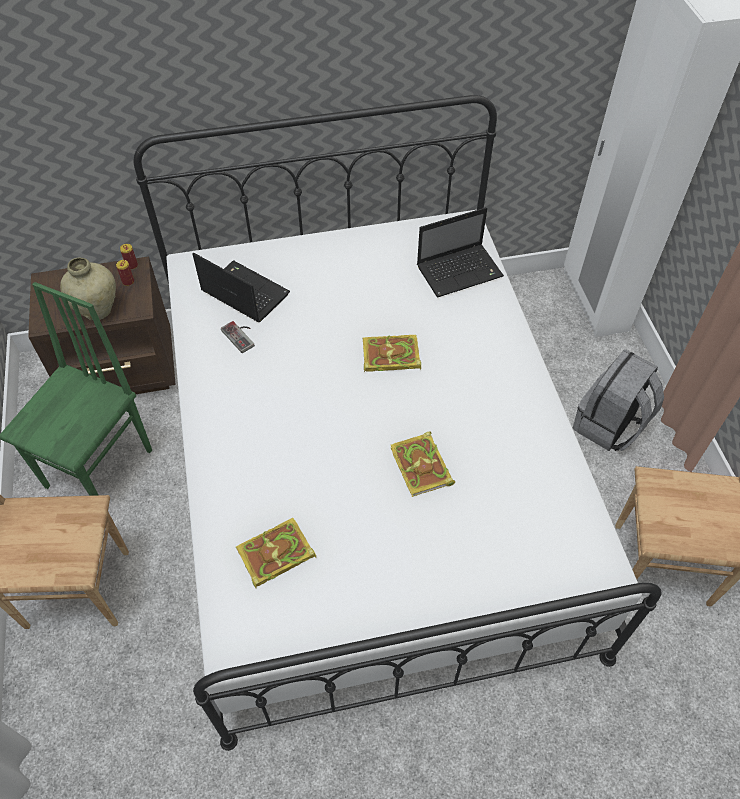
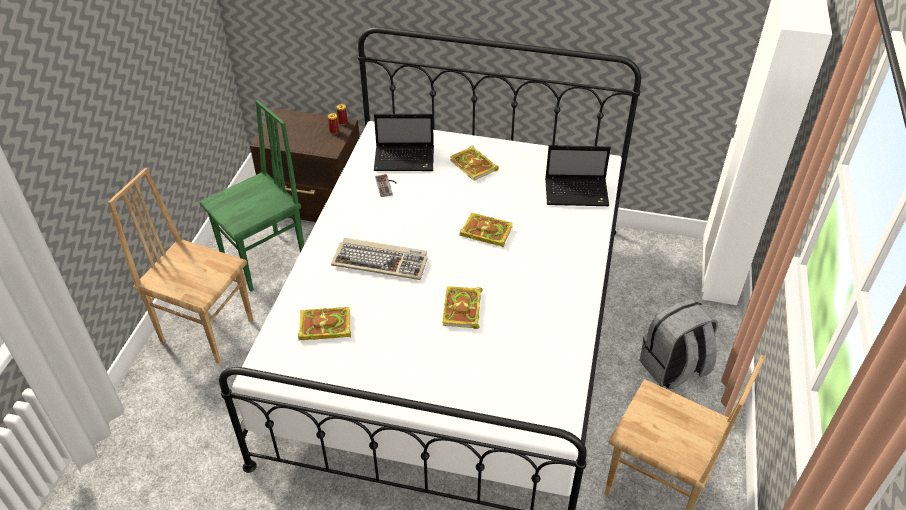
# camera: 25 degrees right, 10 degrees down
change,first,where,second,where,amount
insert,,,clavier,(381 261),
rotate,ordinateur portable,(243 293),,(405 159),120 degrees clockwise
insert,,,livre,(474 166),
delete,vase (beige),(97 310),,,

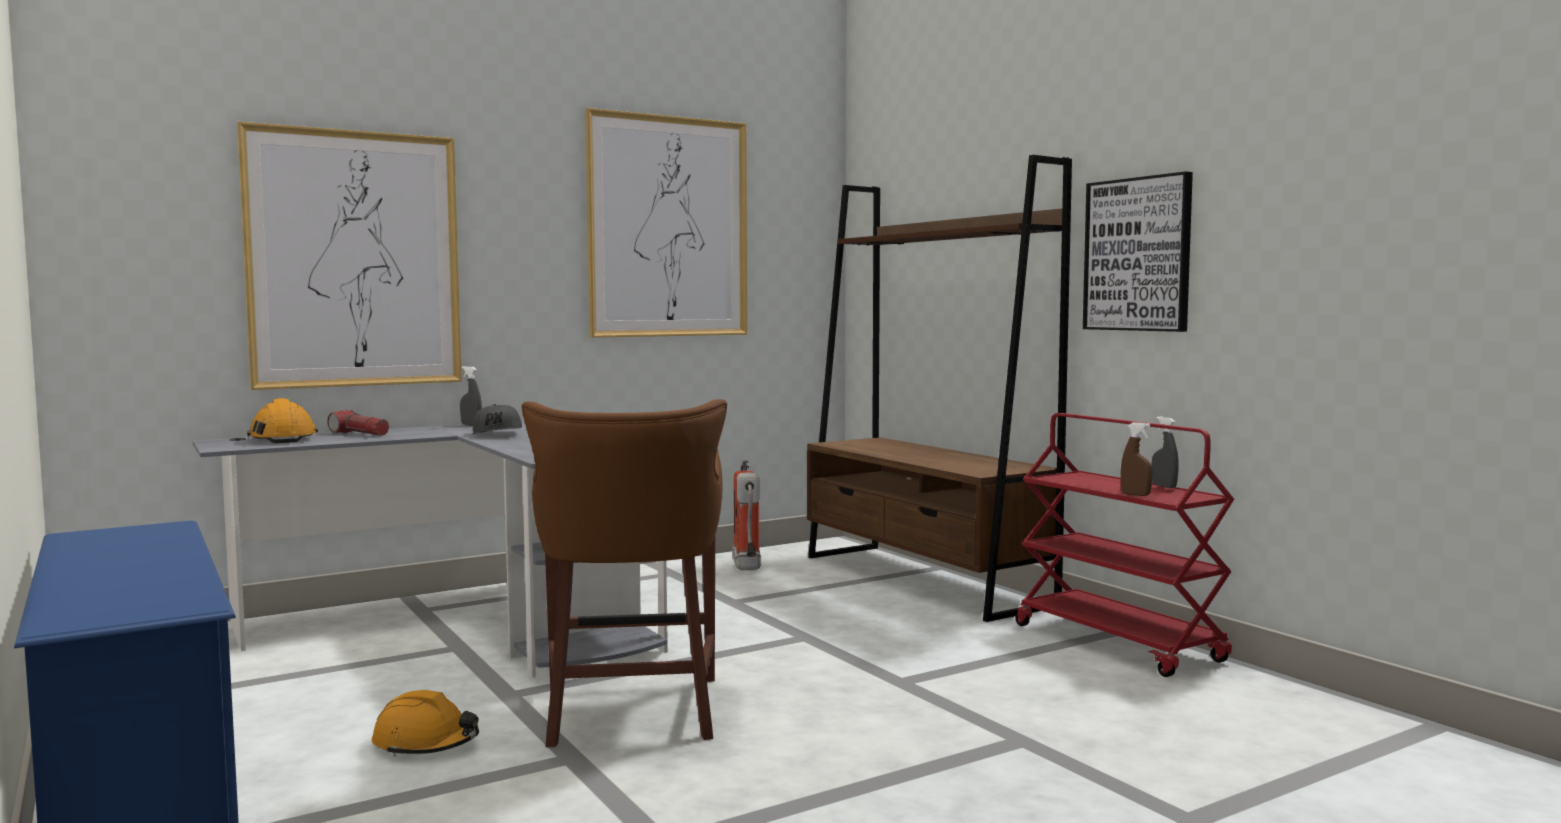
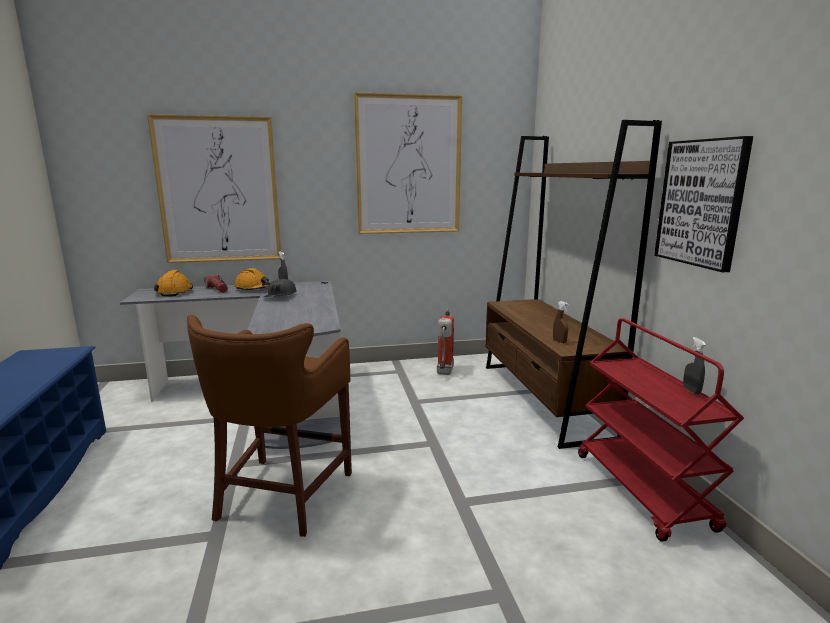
# camera: 20 degrees right, 10 degrees up
change,first,where,second,where,amount
move,casque de chantier (orange),(426 744),,(253 289),
move,vaporisateur (marron),(1135 494),,(559 341),

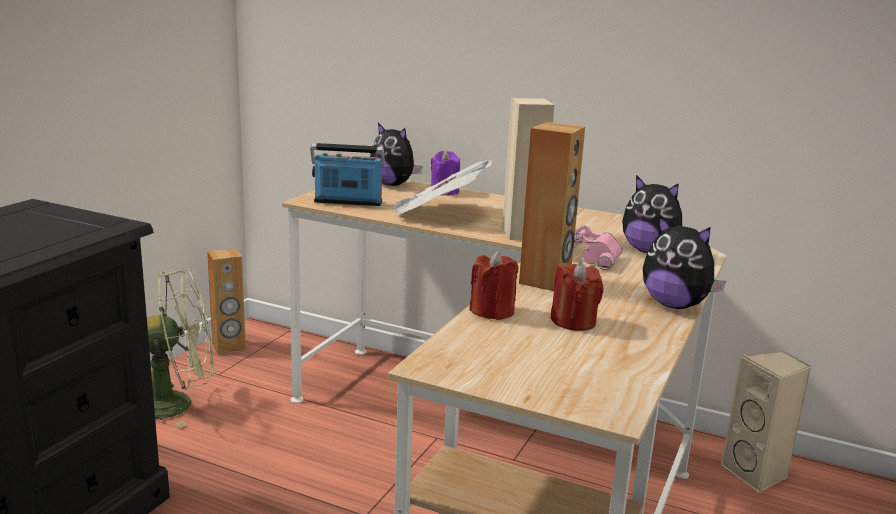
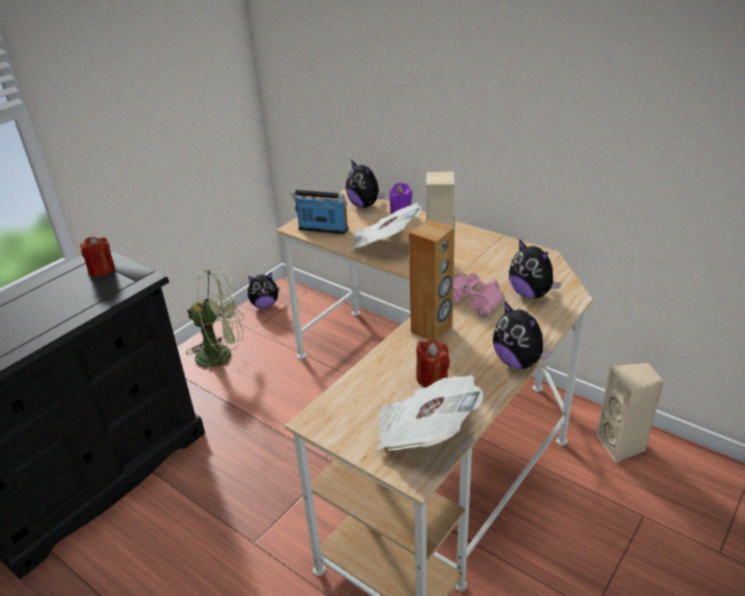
# camera: 15 degrees right, 15 degrees up
change,first,where,second,where,amount
move,bougie (rouge),(492 311),,(101 270),
replace,enceinte (marron),(229 347),peluche,(265 304),
insert,,,journal,(424 433),

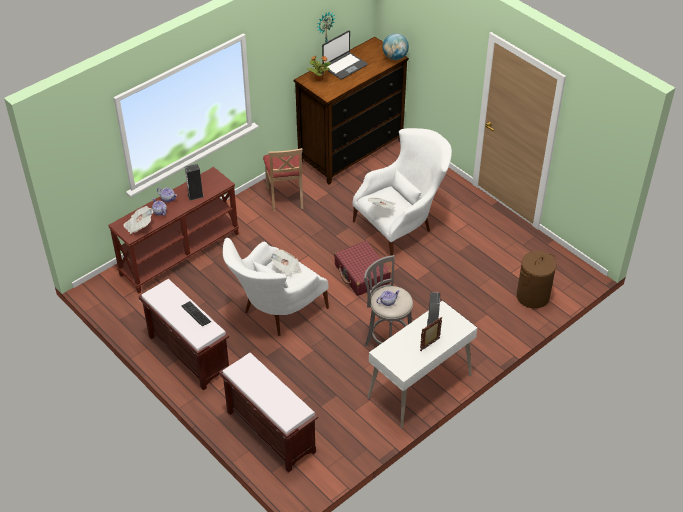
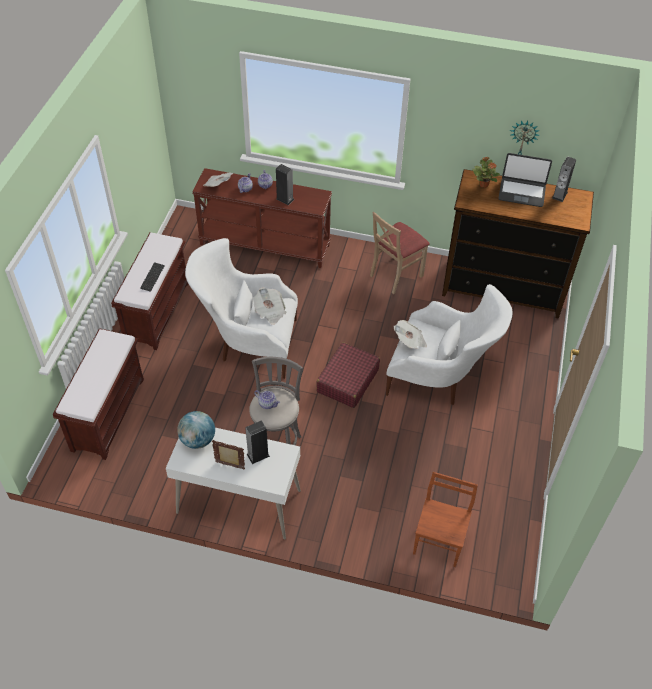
# camera: 55 degrees right, 5 degrees up
change,first,where,second,where,amount
move,globe,(395 57),,(198 440),
replace,panier à linge (marron),(533 296),chaise (marron),(439 543),
insert,,,enceinte,(559 195),

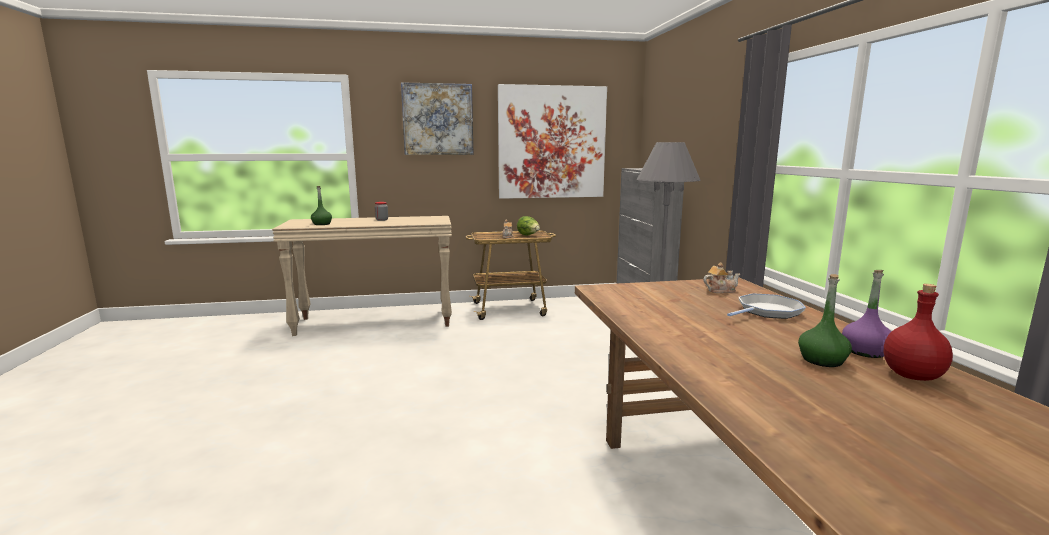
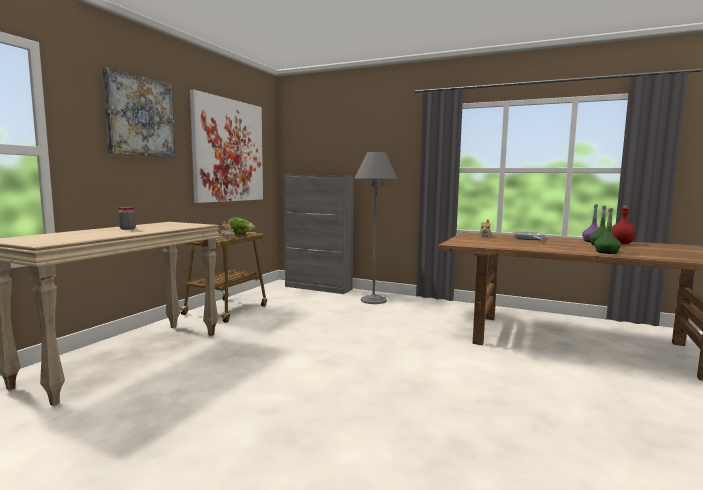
# camera: 55 degrees left, 5 degrees down
change,first,where,second,where,amount
move,bouteille (vert),(322 224),,(606 252),

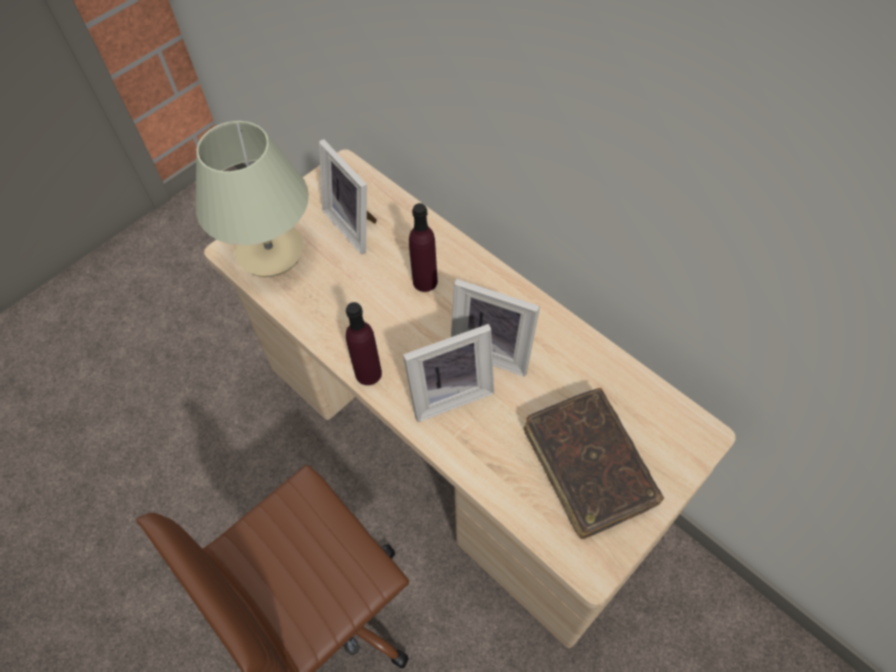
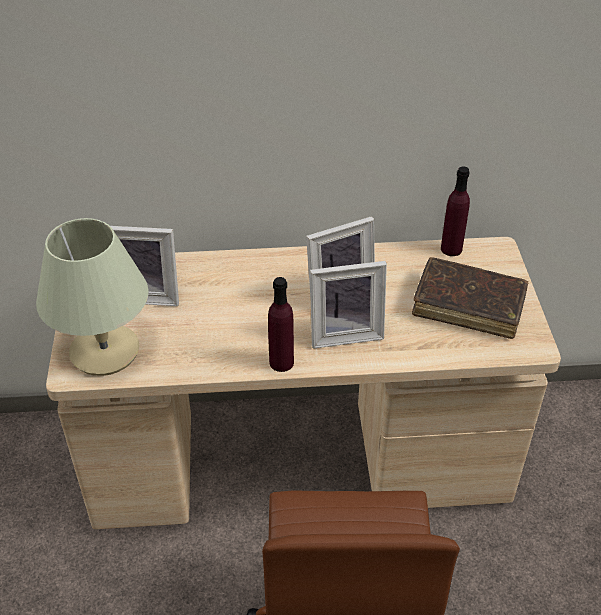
# camera: 50 degrees left, 15 degrees down
change,first,where,second,where,amount
rotate,cadre photo,(449 392),,(345 333),60 degrees clockwise
move,bouteille (violet),(425 281),,(451 249),

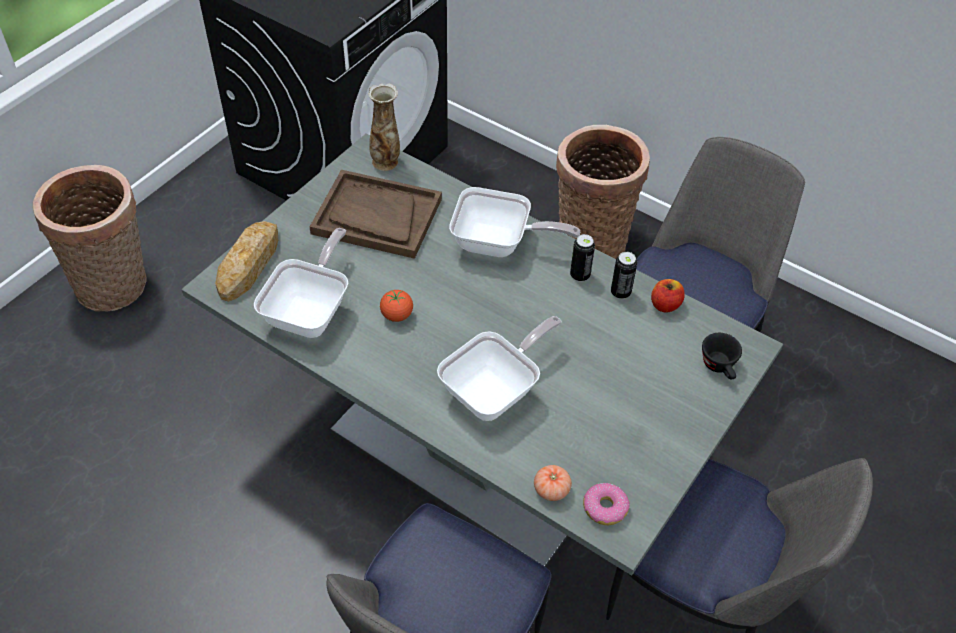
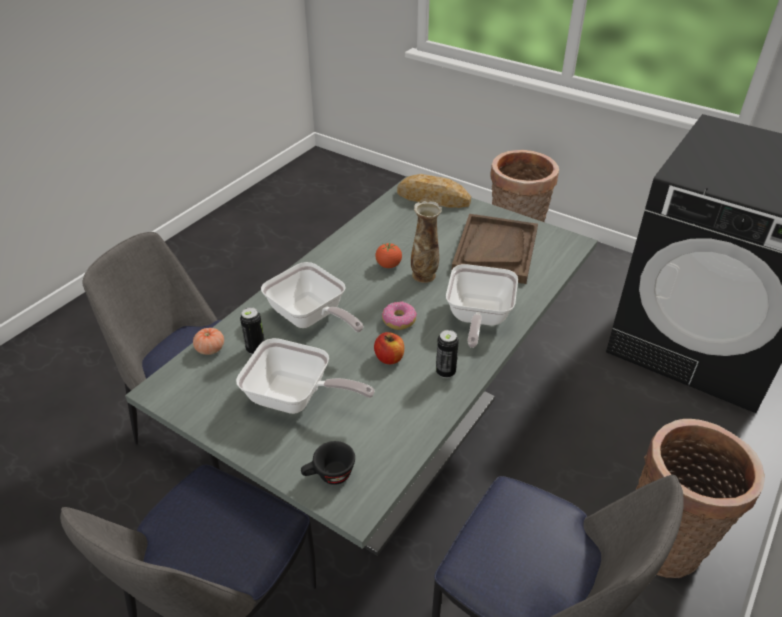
# camera: 90 degrees right, 10 degrees down
change,first,where,second,where,amount
move,poêle,(311 311),,(296 399),
move,boîte métallique,(620 292),,(255 349),
move,pomme,(665 305),,(389 358),
move,beignet,(604 508),,(399 320),
move,vase,(386 161),,(424 275),

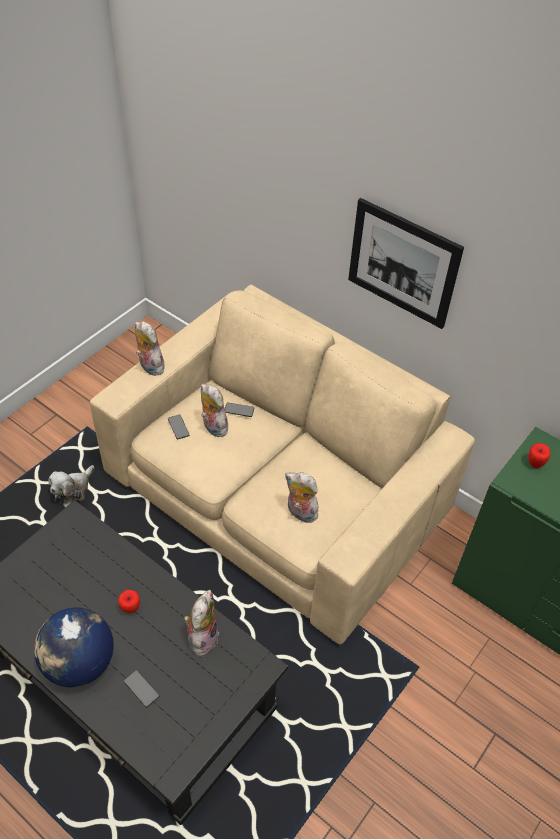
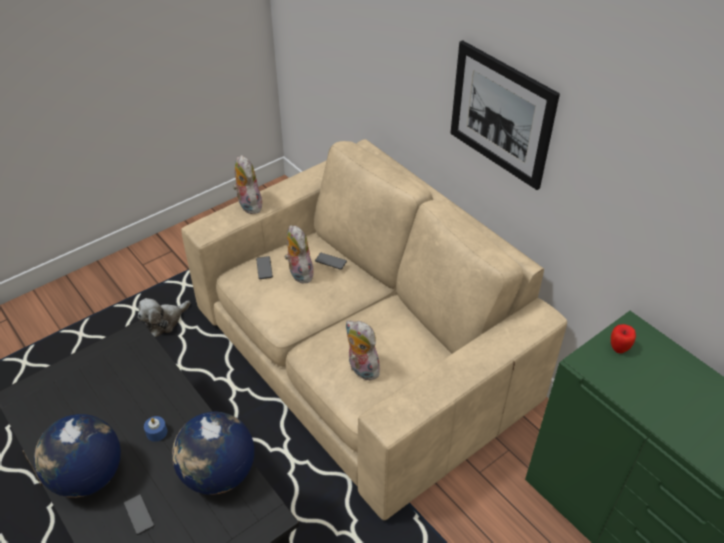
# camera: 15 degrees right, 5 degrees down
change,first,where,second,where,amount
replace,pomme,(131 609),bougie (bleu),(156 432),
replace,peluche,(202 636),globe,(218 474),

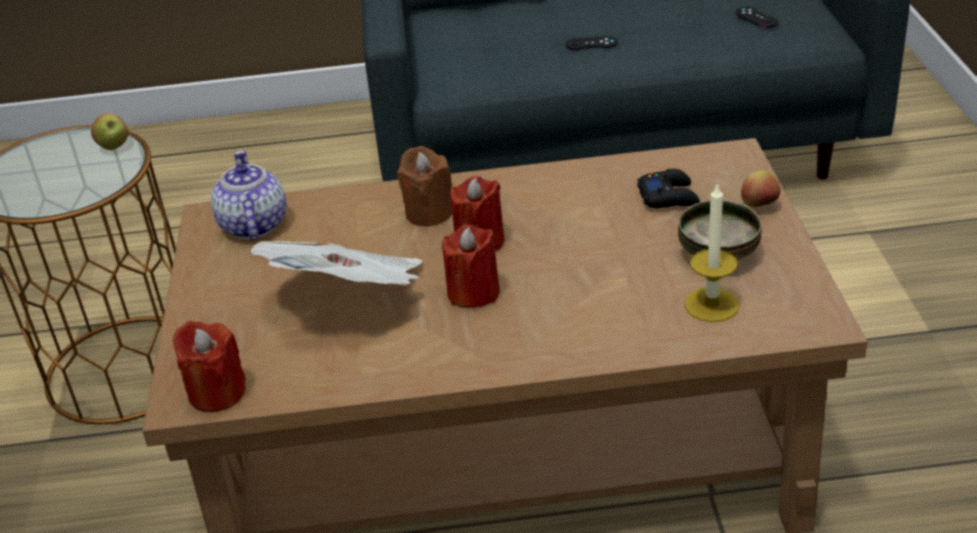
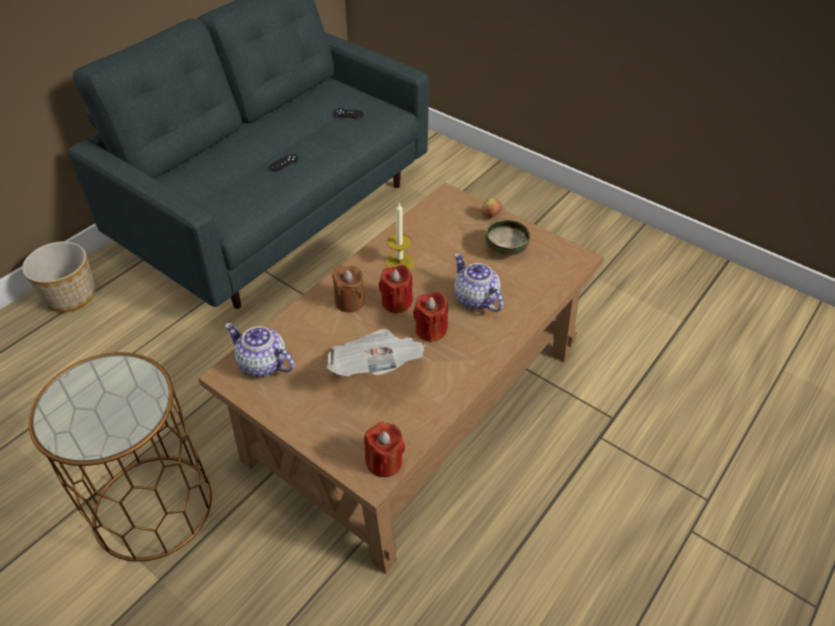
# camera: 50 degrees left, 10 degrees up
change,first,where,second,where,amount
insert,,,cache-pot,(70 295),
move,bougie,(711 305),,(399 262),
insert,,,théière,(475 299),
delete,pomme,(114 147),,,
delete,manette (noir),(668 197),,,

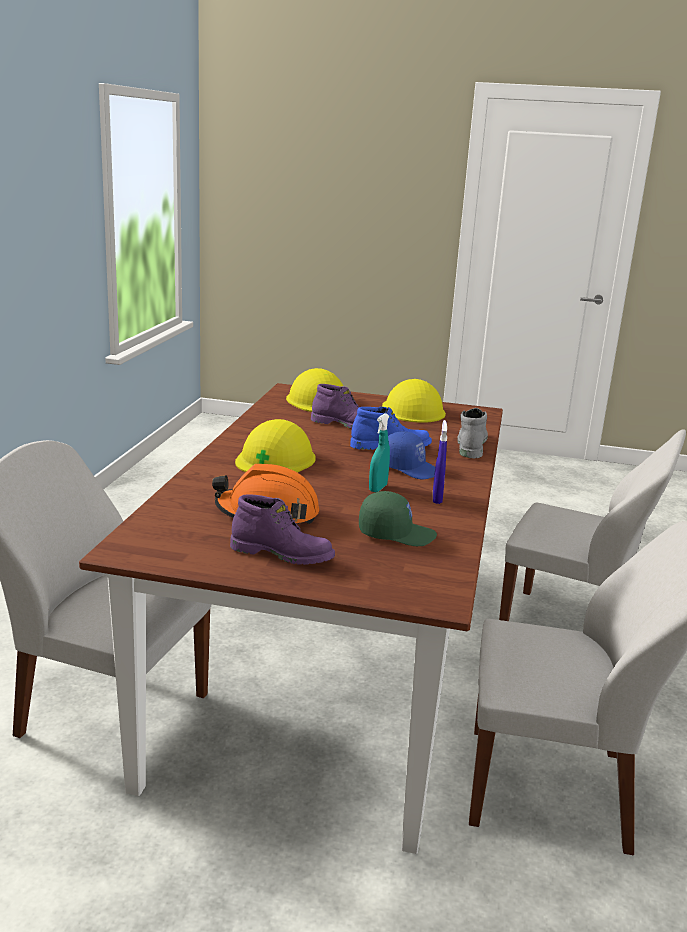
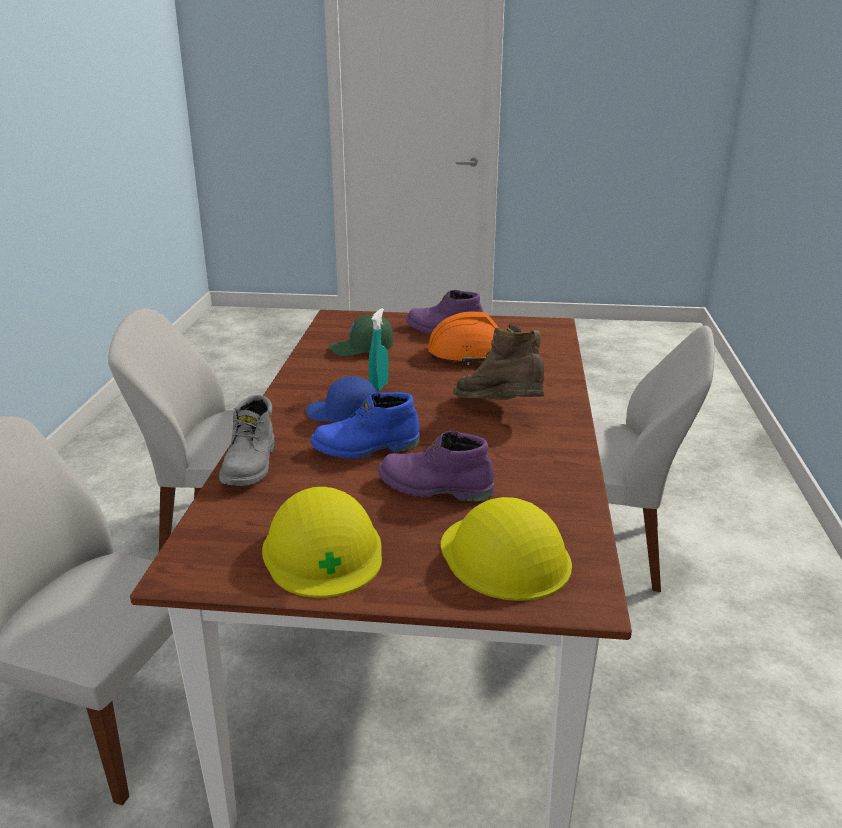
# camera: 175 degrees right, 5 degrees up
change,first,where,second,where,amount
replace,casque de chantier (jaune),(275 459),botte (marron),(499 411),
delete,vaporisateur (bleu),(437 498),,,

